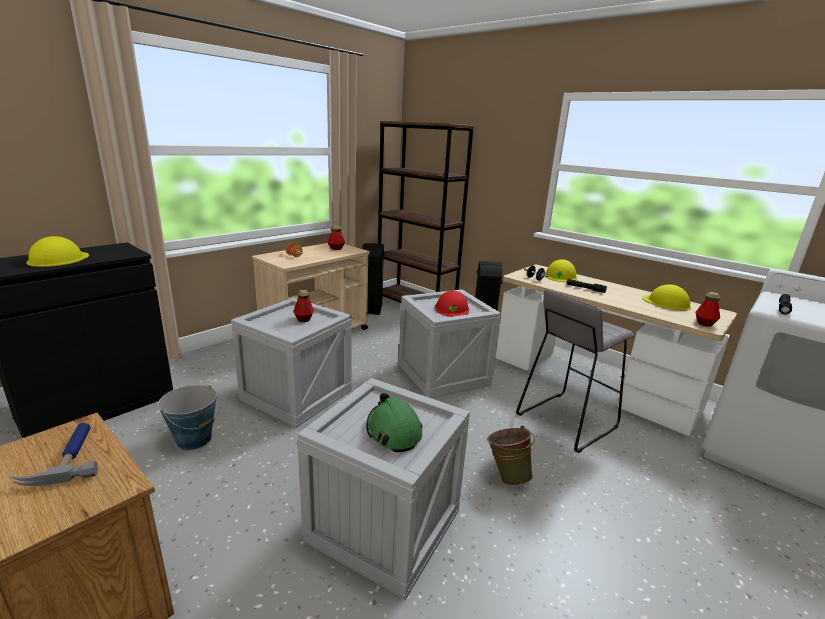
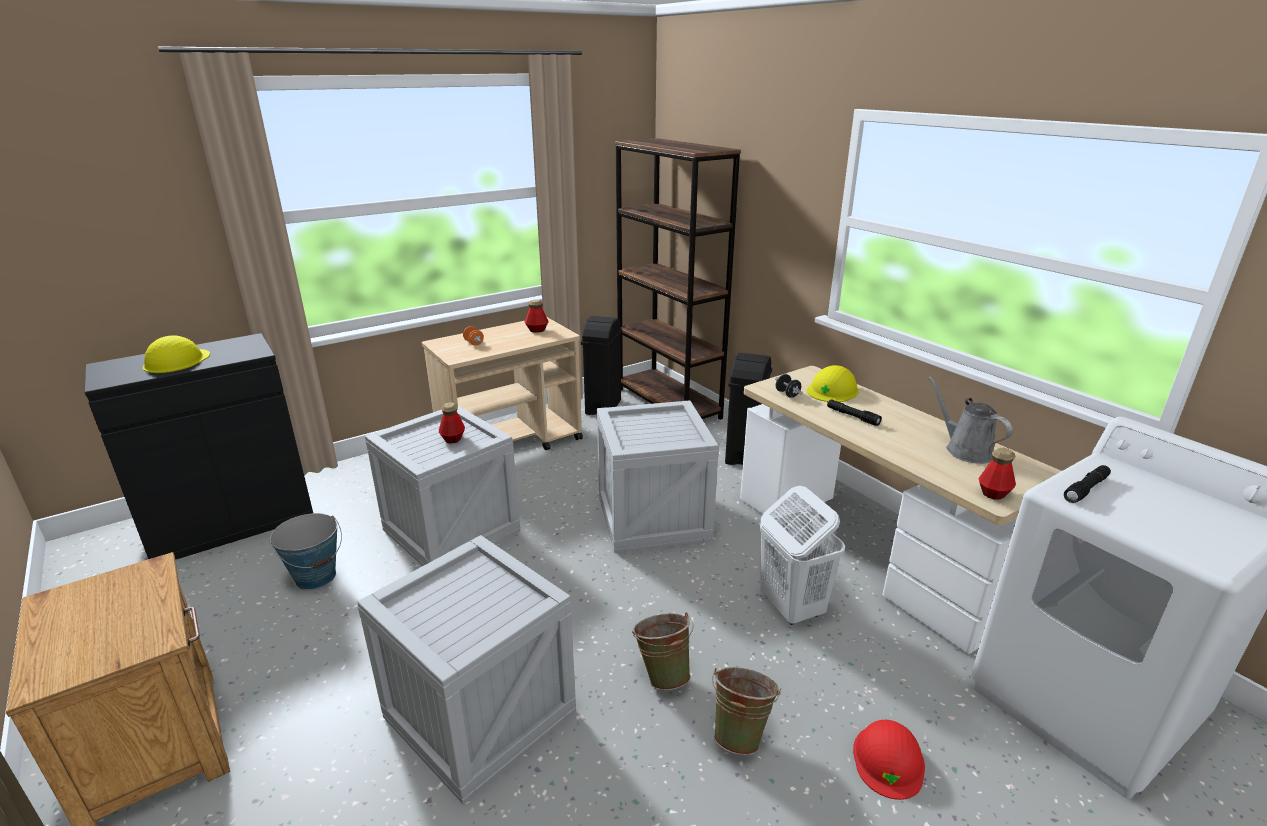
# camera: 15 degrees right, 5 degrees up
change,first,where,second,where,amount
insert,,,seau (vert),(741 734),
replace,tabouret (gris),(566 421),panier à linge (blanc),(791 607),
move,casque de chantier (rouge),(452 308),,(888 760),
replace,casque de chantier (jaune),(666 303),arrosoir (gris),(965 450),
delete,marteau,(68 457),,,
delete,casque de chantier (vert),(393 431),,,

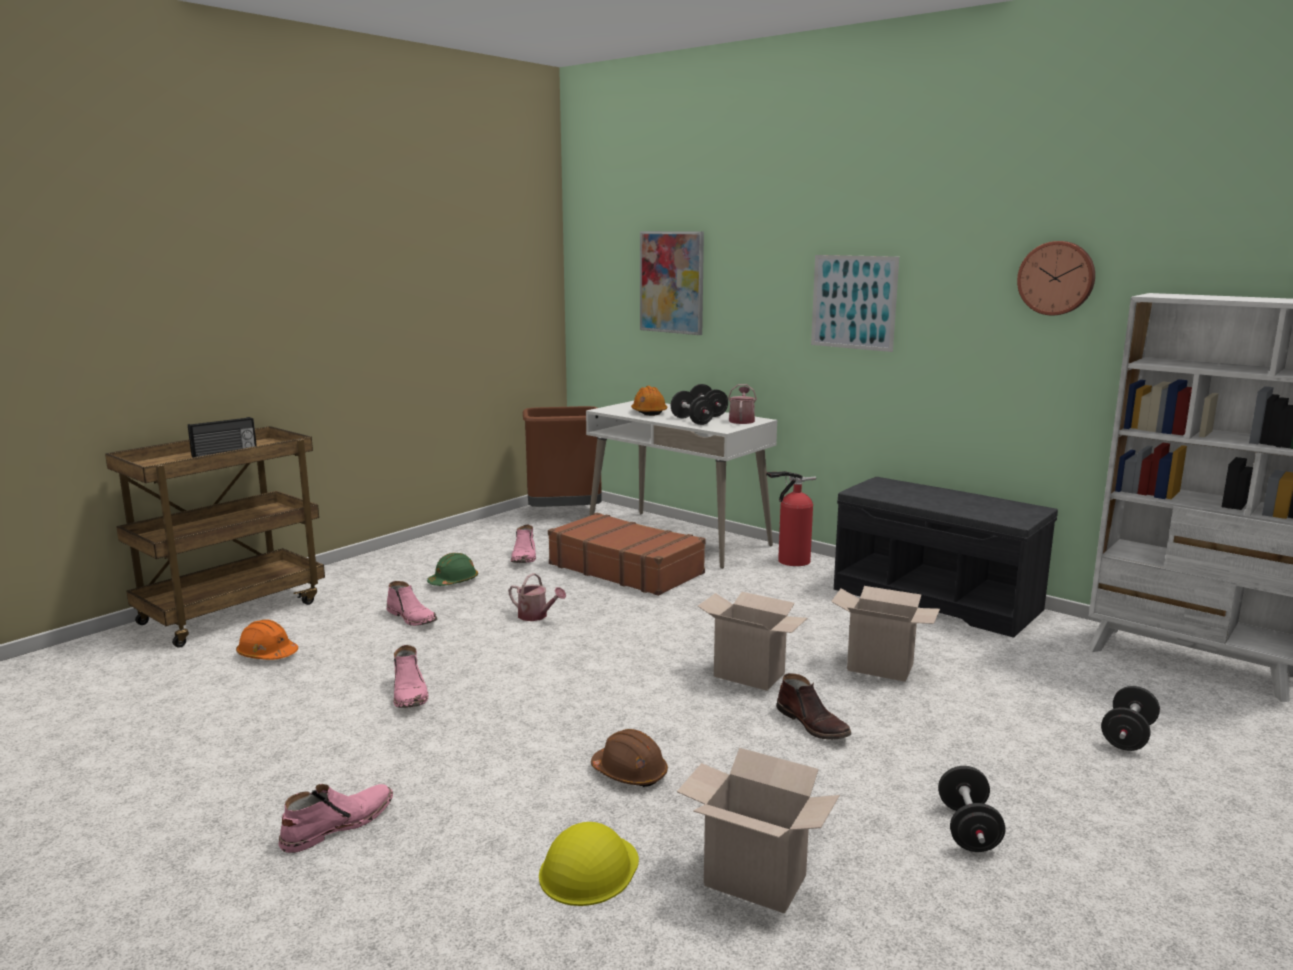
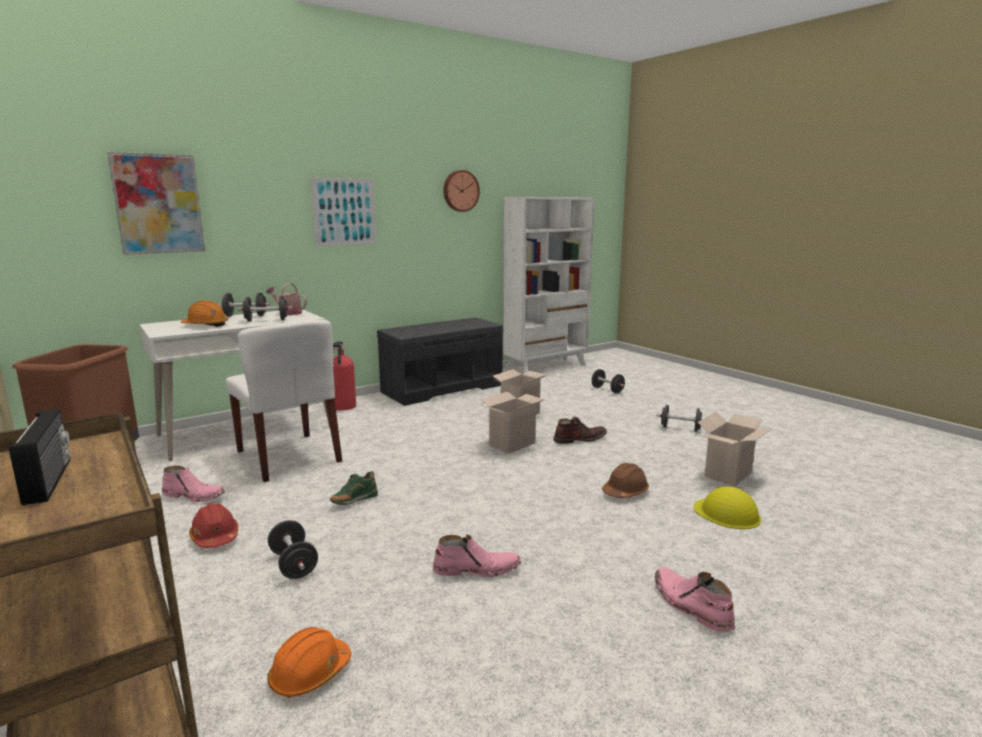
# camera: 75 degrees left, 0 degrees up
change,first,where,second,where,amount
recolor,casque de chantier (vert),(453 582),casque de chantier (rouge),(215 537),
replace,valise (marron),(626 569),chaise (blanc),(289 456),
replace,botte (rose),(413 618),haltère (noir),(294 564),
replace,arrosoir,(536 616),chaussure (vert),(354 501),

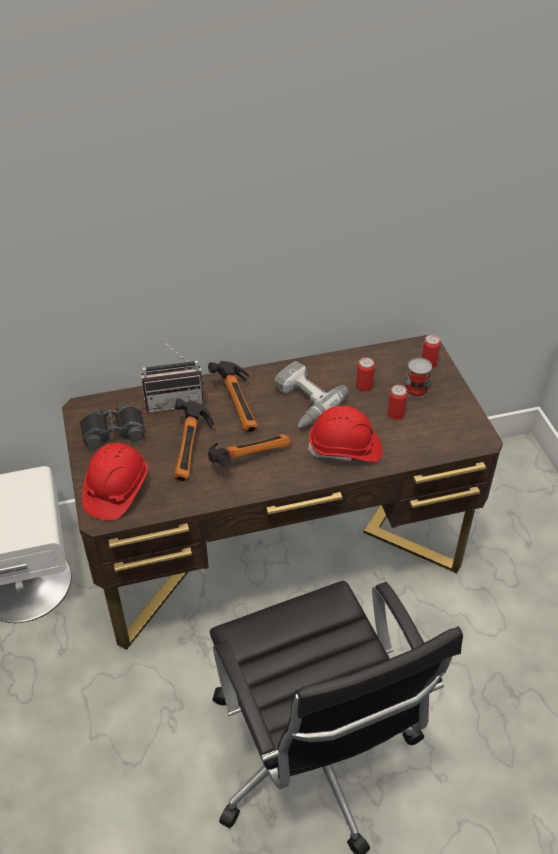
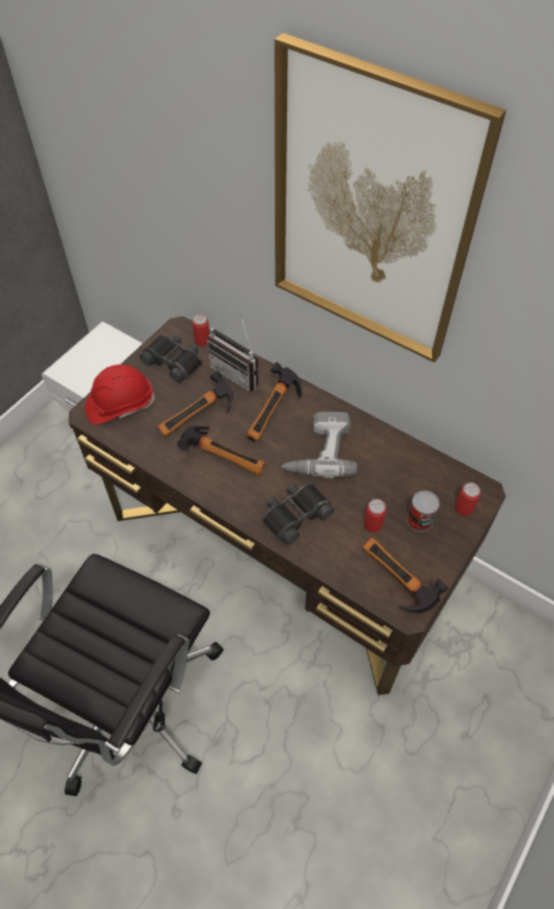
# camera: 50 degrees right, 10 degrees up
change,first,where,second,where,amount
move,boîte métallique,(364 386),,(202 341),
replace,casque de chantier (rouge),(345 449),jumelles (noir),(295 515),
insert,,,tableau,(370 212),
insert,,,marteau,(393 582),

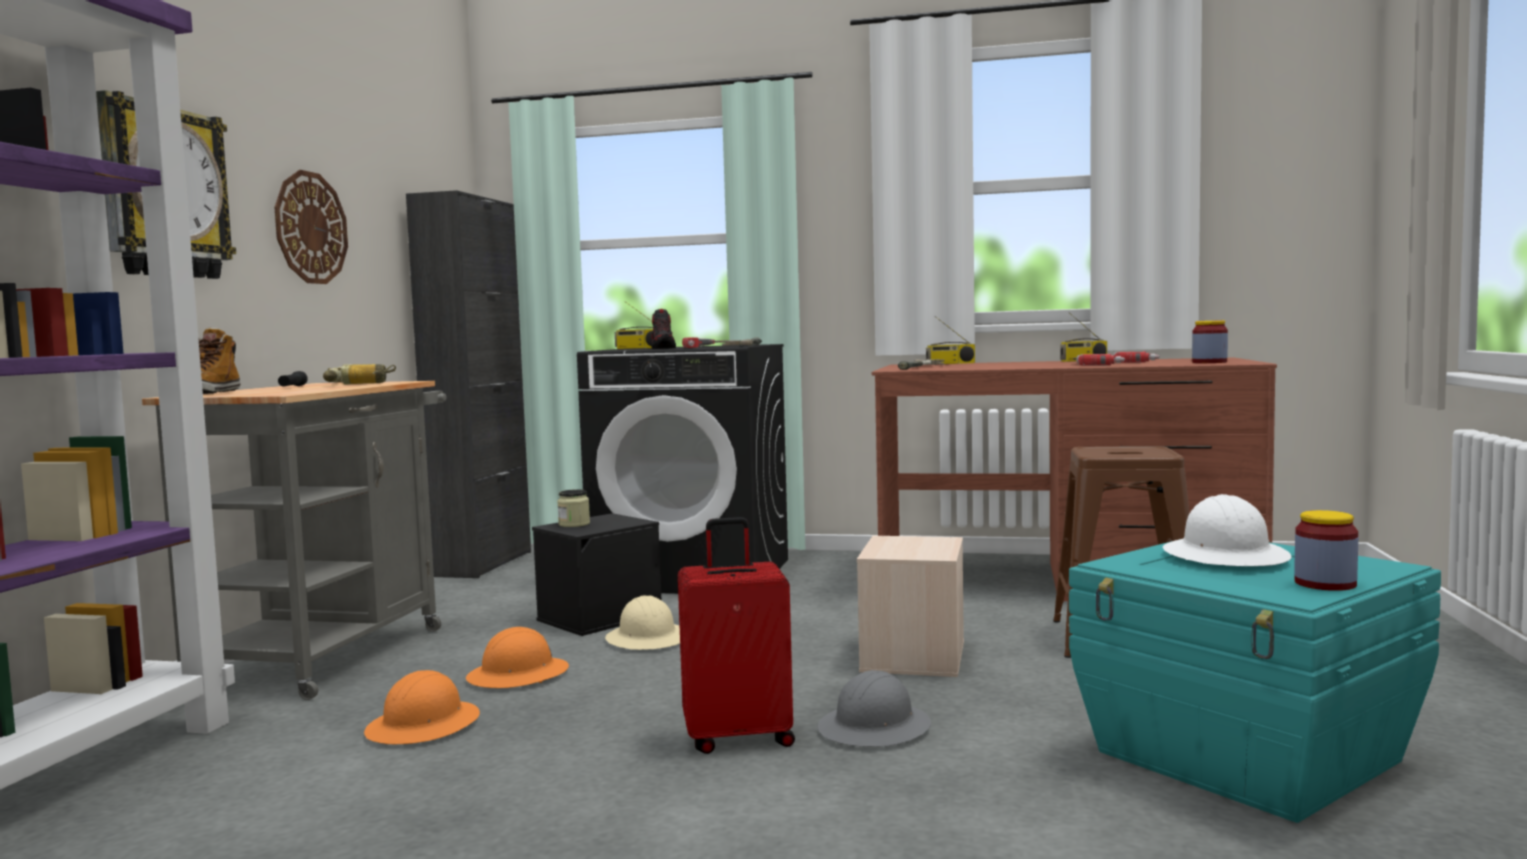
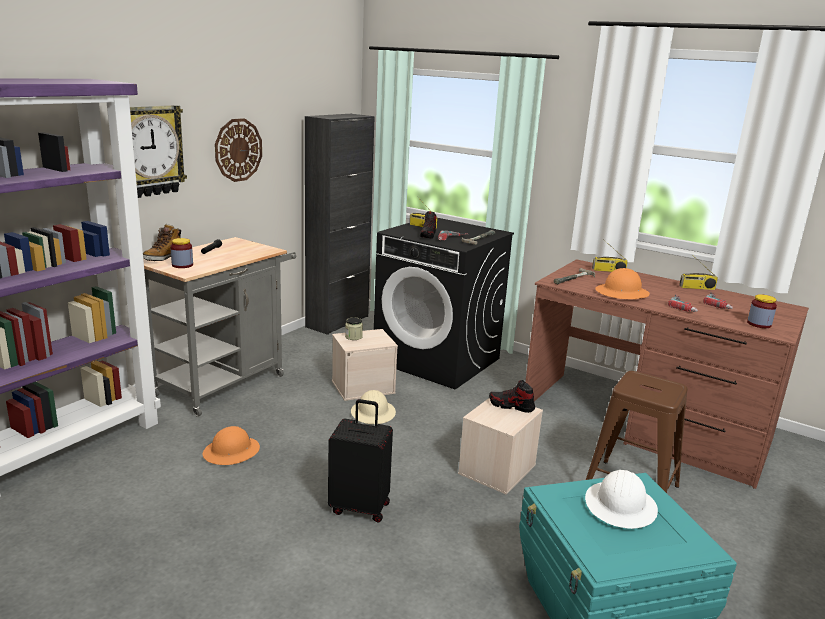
# camera: 20 degrees right, 15 degrees up
change,first,where,second,where,amount
move,bocal,(1325 584),,(182 265),
recolor,valise (rouge),(738 737),valise (noir),(360 507),
recolor,boîte de rangement (noir),(600 617),boîte de rangement (beige),(363 386),
insert,,,chaussure,(511 406),
move,casque de chantier (orange),(518 676),,(622 293),
delete,perceuse,(360 384),,,
delete,casque de chantier (gris),(875 729),,,

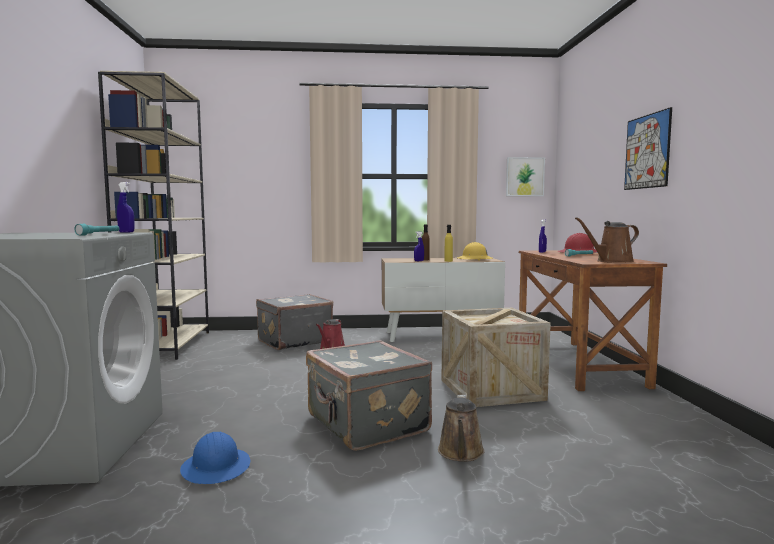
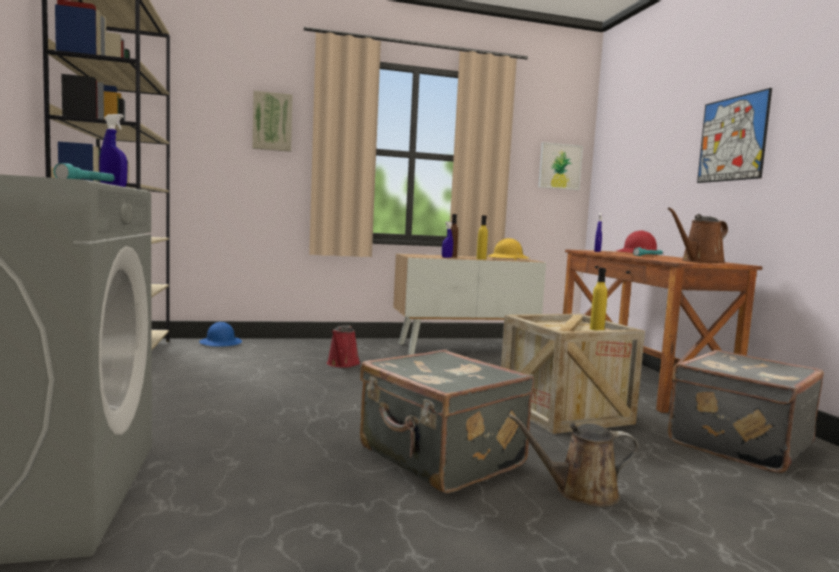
# camera: 10 degrees left, 0 degrees up
change,first,where,second,where,amount
move,casque de chantier (bleu),(216 467),,(221 343),
insert,,,tableau,(272 122),
rotate,arrosoir (marron),(461 453),,(580 492),90 degrees clockwise
insert,,,bouteille (jaune),(597 329),
move,valise (gris),(294 341),,(736 443),

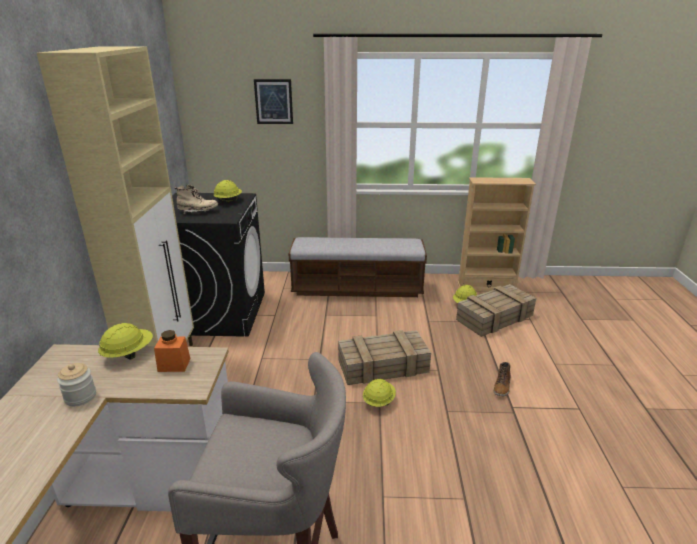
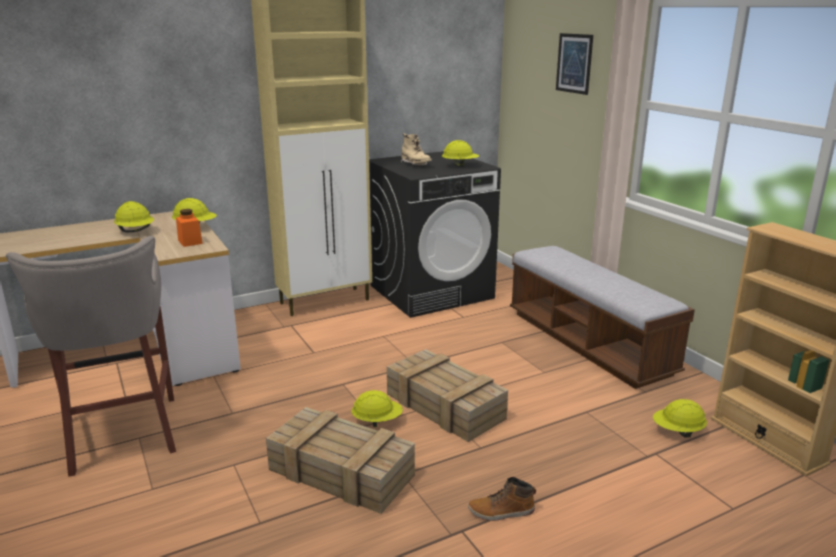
# camera: 60 degrees right, 5 degrees down
change,first,where,second,where,amount
replace,bocal,(80 397),casque de chantier (jaune),(136 231),
move,caisse,(495 317),,(343 472),

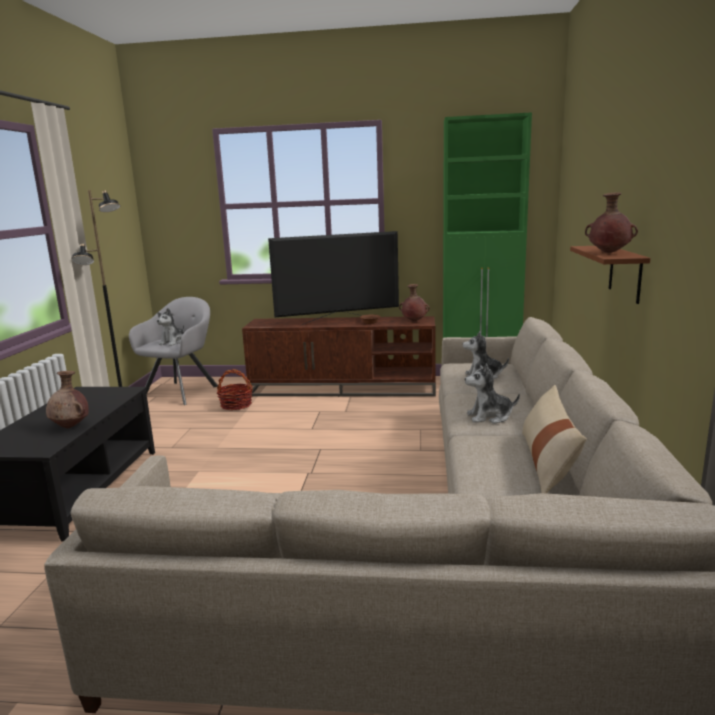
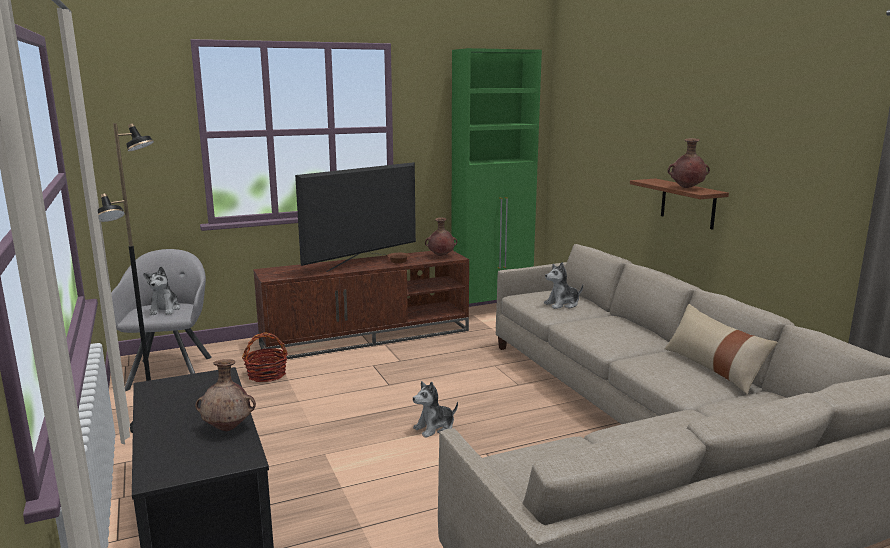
# camera: 30 degrees left, 0 degrees up
change,first,where,second,where,amount
move,peluche,(489 417),,(435 428),

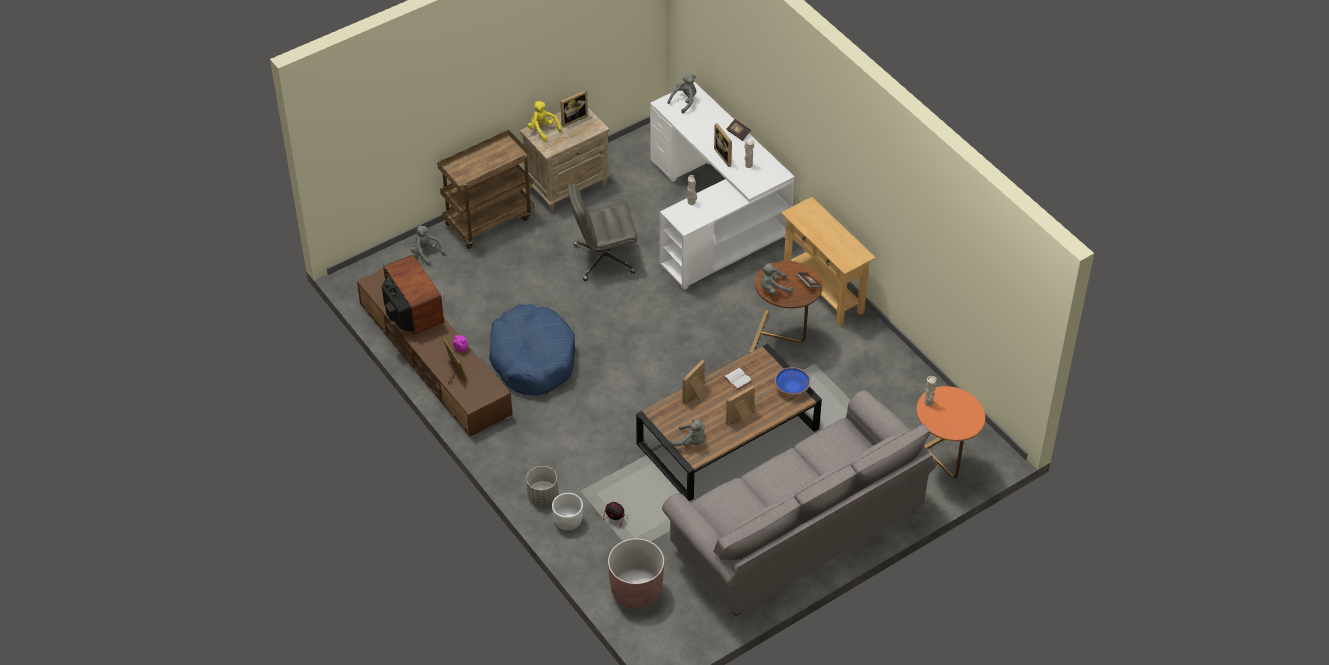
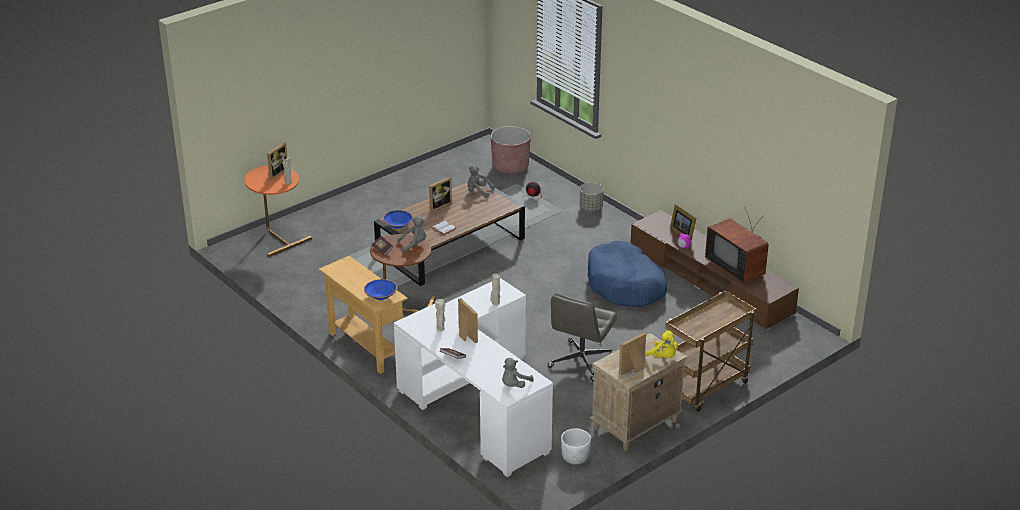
# camera: 175 degrees right, 15 degrees down
change,first,where,second,where,amount
move,cadre photo,(696 395),,(276 173),
insert,,,bol (bleu),(381 296),
rotate,chaise de bureau (gris),(603 259),,(581 361),135 degrees clockwise
move,cache-pot (blanc),(568 521),,(575 457),
delete,peluche (gris),(426 253),,,
delete,canapé (gris),(796 531),,,

